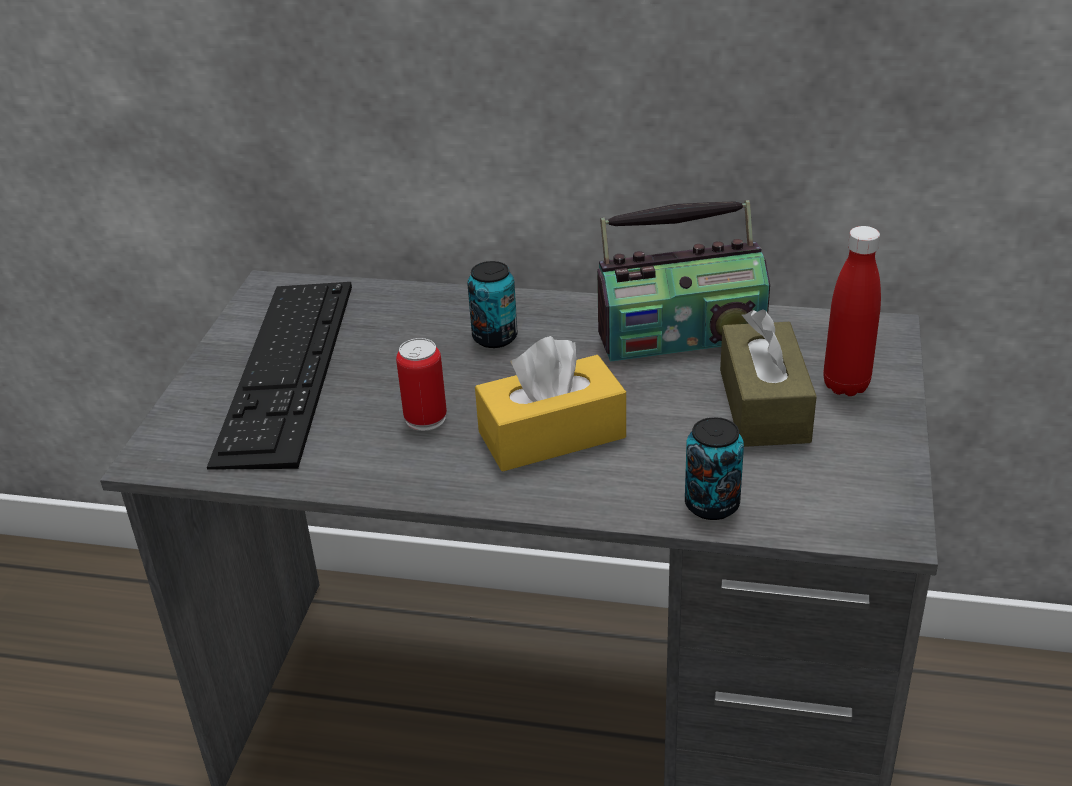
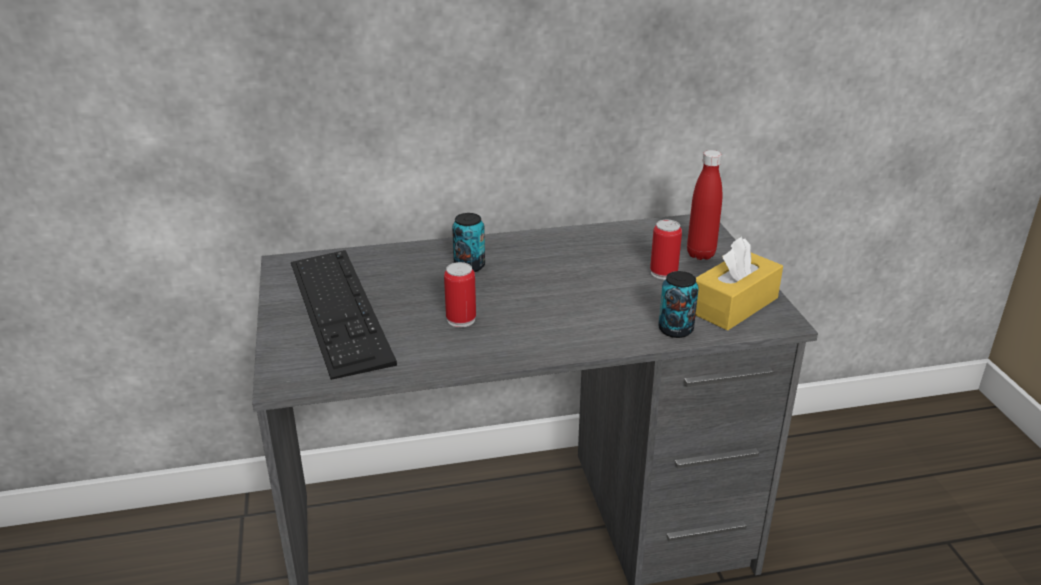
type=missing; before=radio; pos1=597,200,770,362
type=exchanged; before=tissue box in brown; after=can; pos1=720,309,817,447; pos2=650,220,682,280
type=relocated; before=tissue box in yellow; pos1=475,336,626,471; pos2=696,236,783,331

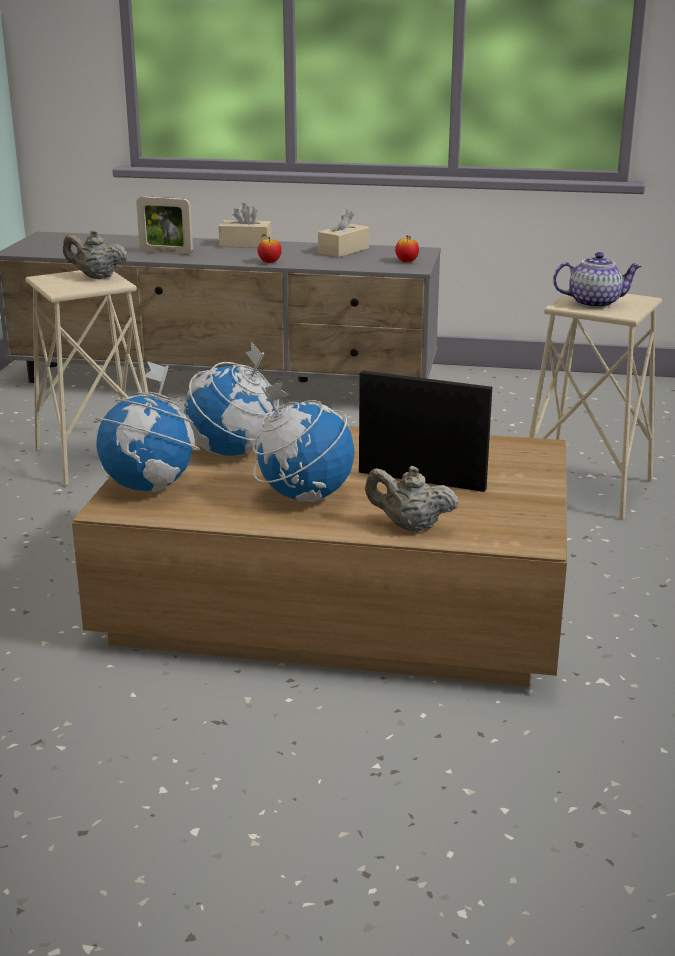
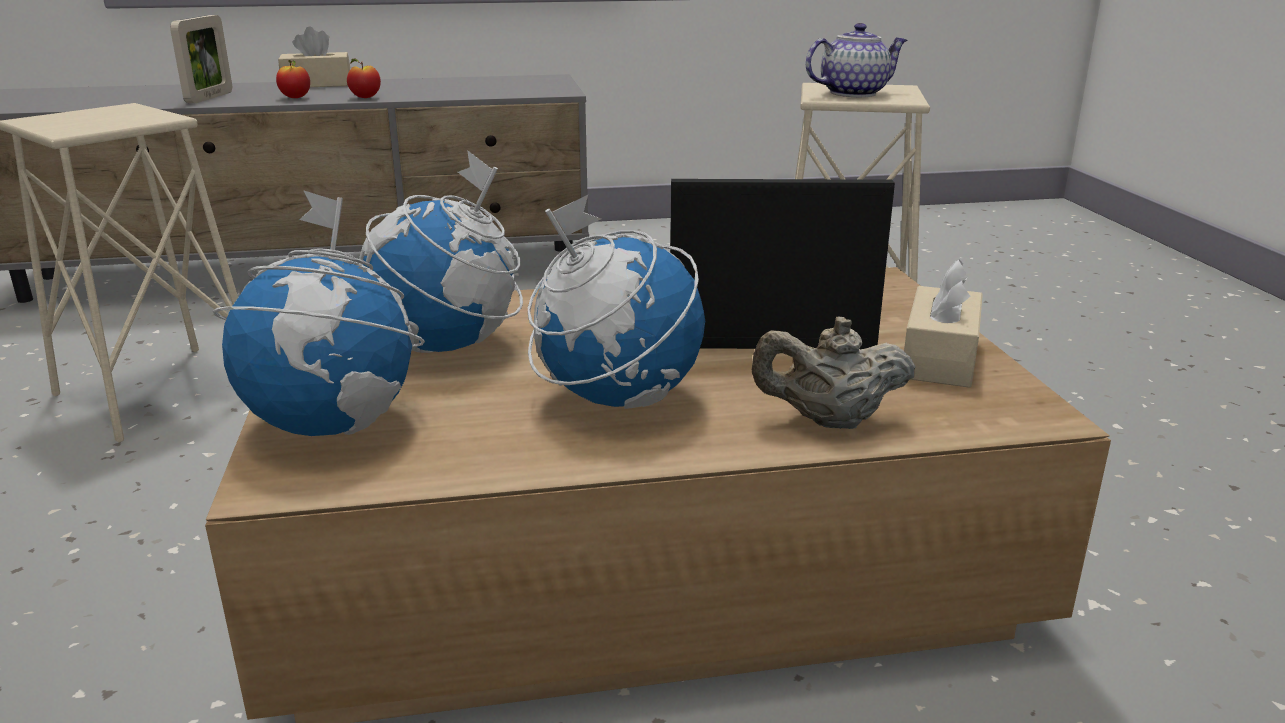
type=spun; before=picture frame; pos1=136,196,193,255; pos2=170,15,232,103; turn=-75
type=relocated; before=tissue box in beige; pos1=318,208,369,258; pos2=904,259,983,388
type=missing; before=teapot in beige; pos1=63,230,128,279
type=relocated; before=apple; pos1=395,236,419,262; pos2=276,60,310,98

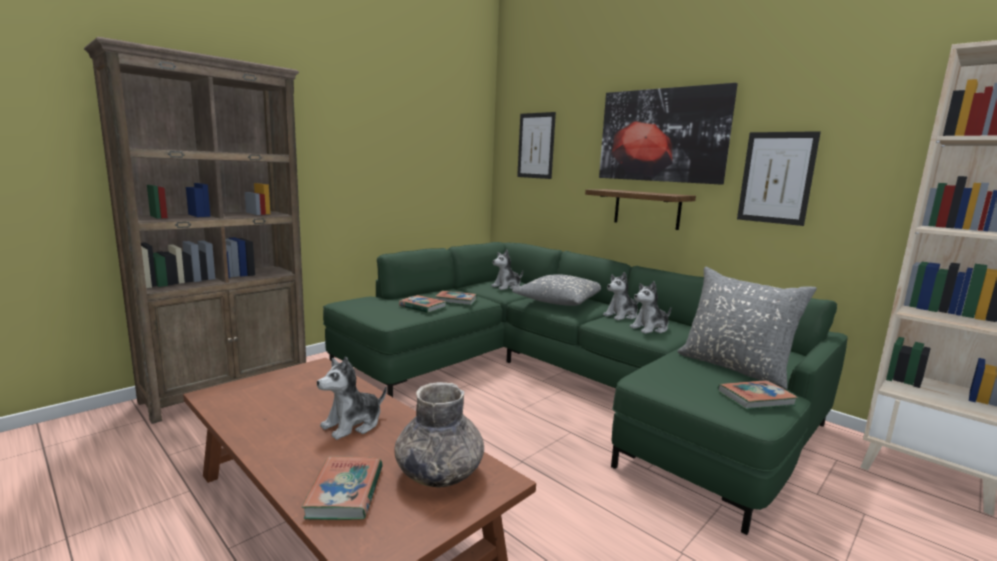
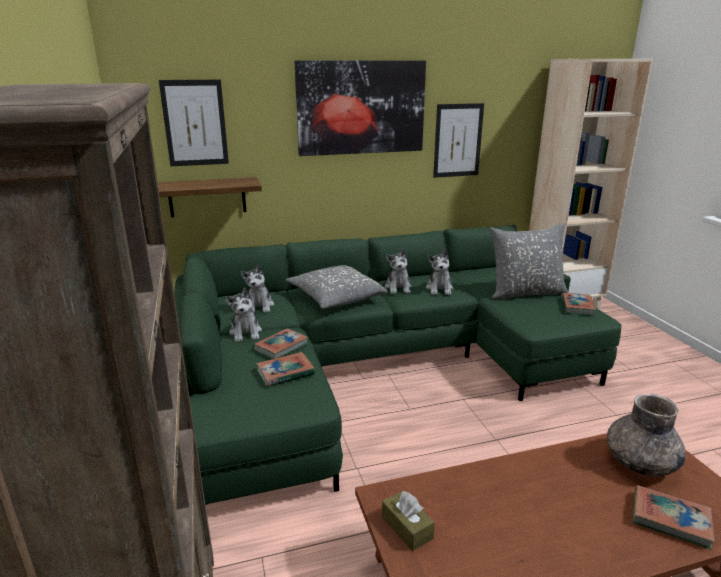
type=relocated; before=shelf; pos1=585,189,696,230; pos2=158,177,262,217
type=relocated; before=plush toy; pos1=317,357,387,440; pos2=225,288,262,342
type=appeared; after=tissue box in brown; pos2=382,490,435,551

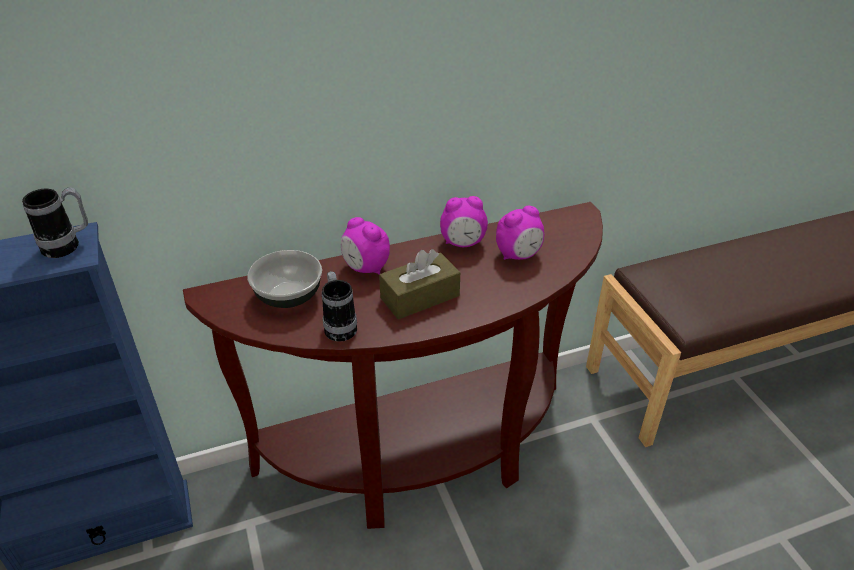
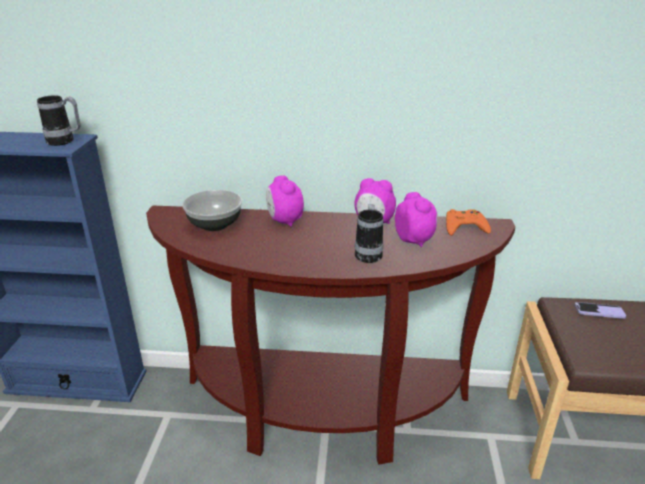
type=spun; before=alarm clock; pos1=496,206,544,260; pos2=395,192,438,247; turn=-105
type=missing; before=tissue box in brown; pos1=379,249,460,319
type=relocated; before=mug; pos1=322,271,357,342; pos2=355,204,383,263
type=appeared; after=game controller in orange; pos2=446,209,491,236
type=appeared; after=phone; pos2=575,302,626,319

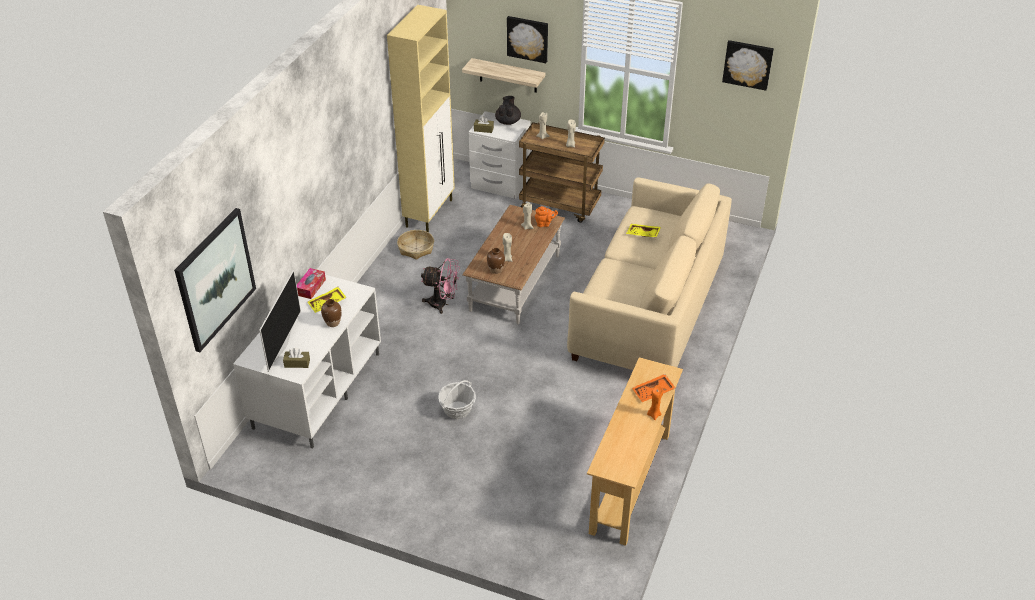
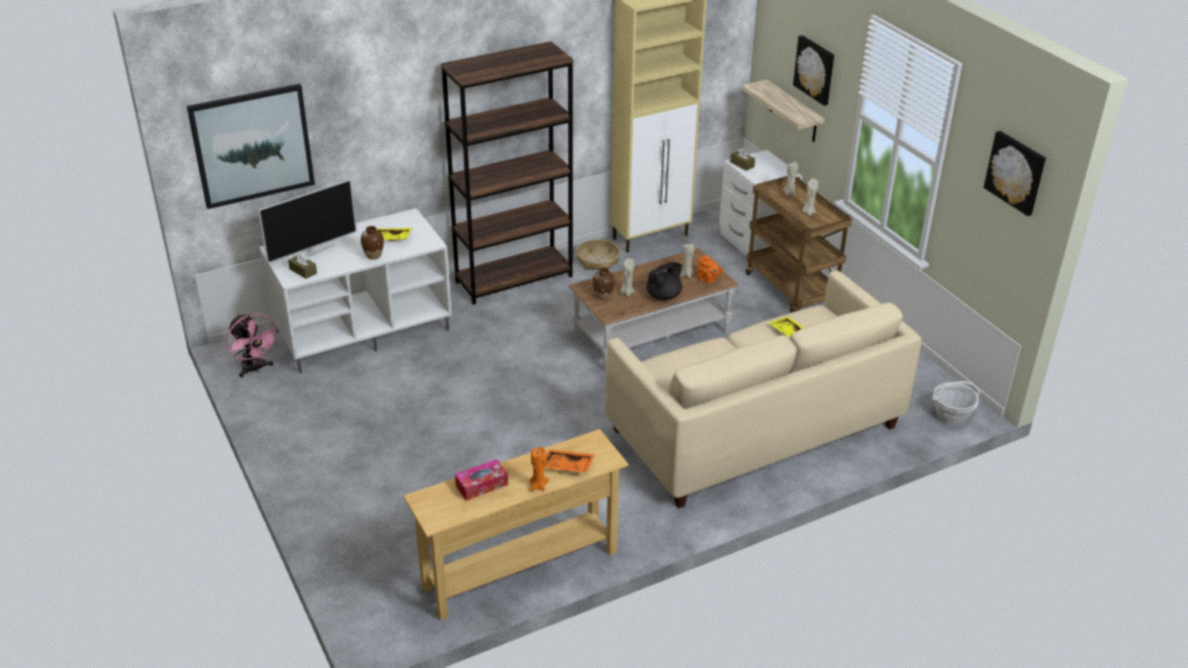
type=relocated; before=teapot in black; pos1=495,96,521,125; pos2=646,262,682,300
type=relocated; before=fan in pink; pos1=421,258,460,314; pos2=226,313,280,378
type=relocated; before=tissue box; pos1=297,268,326,299; pos2=455,459,508,501
type=relocated; before=basket; pos1=438,380,476,419; pos2=932,381,981,425
type=appeared; after=bookcase in brown; pos2=441,41,574,305

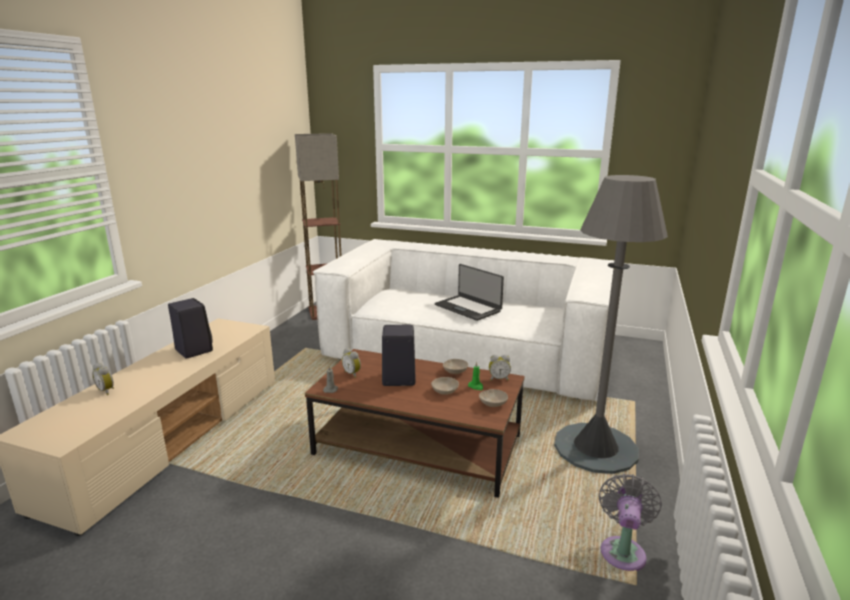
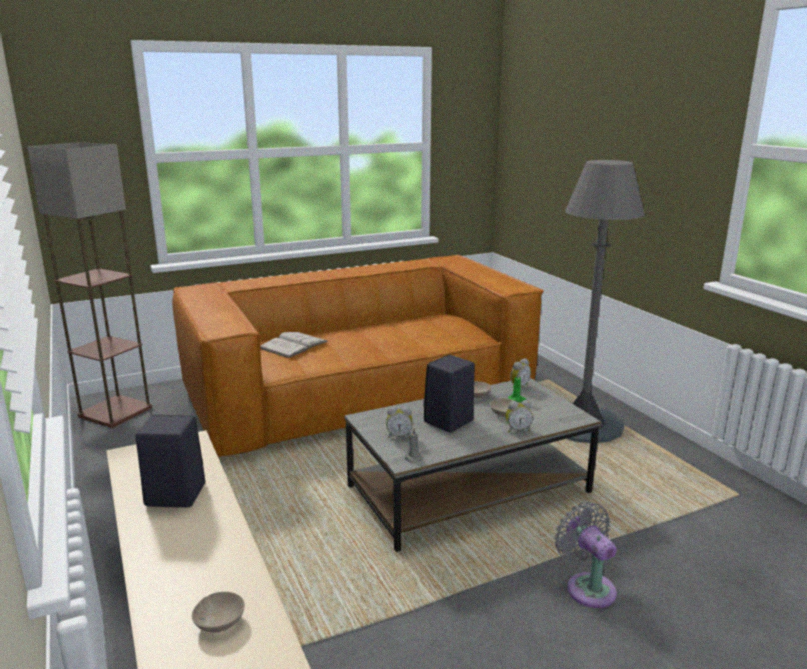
type=colour; before=sofa in white; after=sofa in brown; pos1=313,239,614,401; pos2=172,255,544,457
type=missing; before=laptop; pos1=435,264,504,321
type=colour; before=coffee table in brown; after=coffee table in grey; pos1=305,349,525,498; pos2=344,378,601,552
type=relocated; before=alarm clock; pos1=92,363,114,395; pos2=506,400,533,432
type=relocated; before=bowl in beige; pos1=479,389,508,407; pos2=192,592,245,633
type=relocated; before=fan in grey; pos1=599,474,662,571; pos2=555,502,617,608
type=appeared; after=book in white; pos2=260,332,328,358

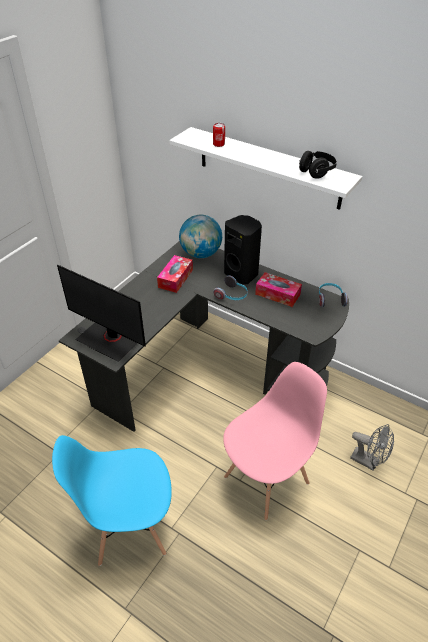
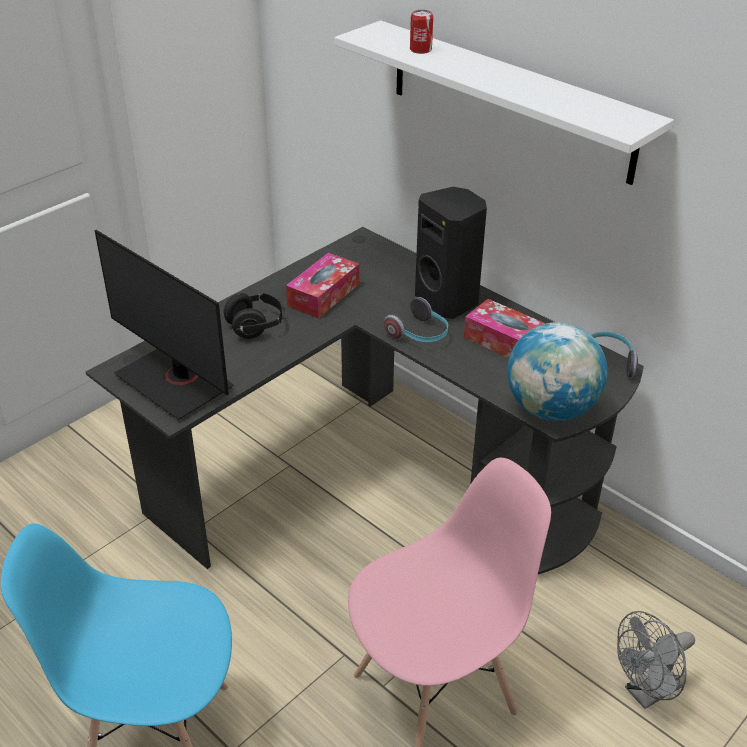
type=relocated; before=headphones in black; pos1=299,151,337,179; pos2=224,293,285,339
type=relocated; before=globe; pos1=179,214,222,258; pos2=507,322,607,421
type=spun; before=fan in grey; pos1=350,424,394,470; pos2=617,611,695,709; turn=105

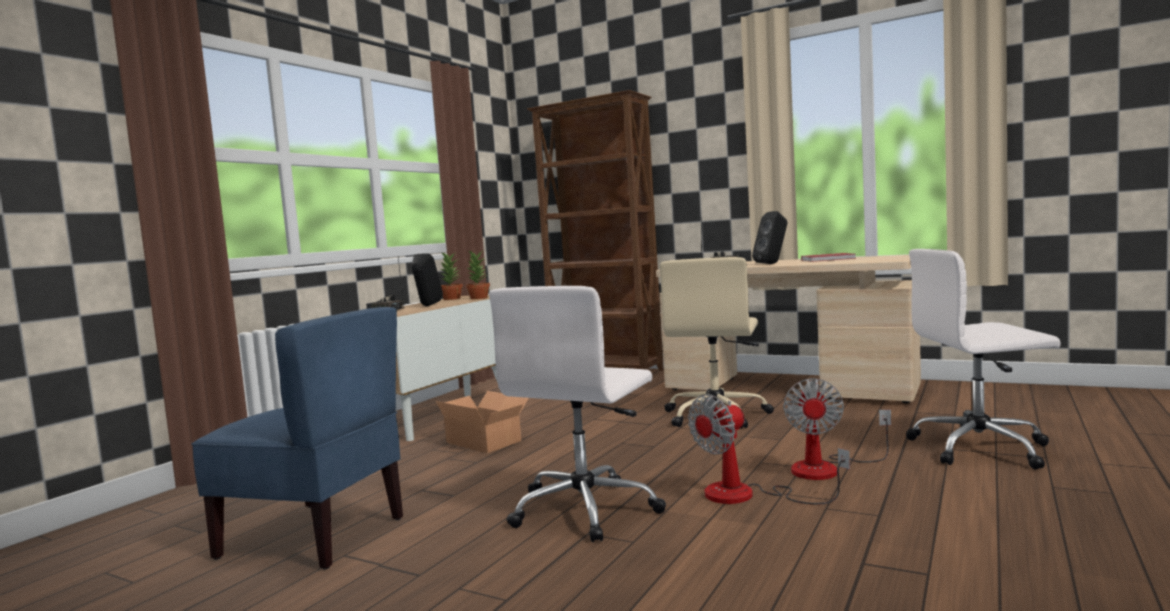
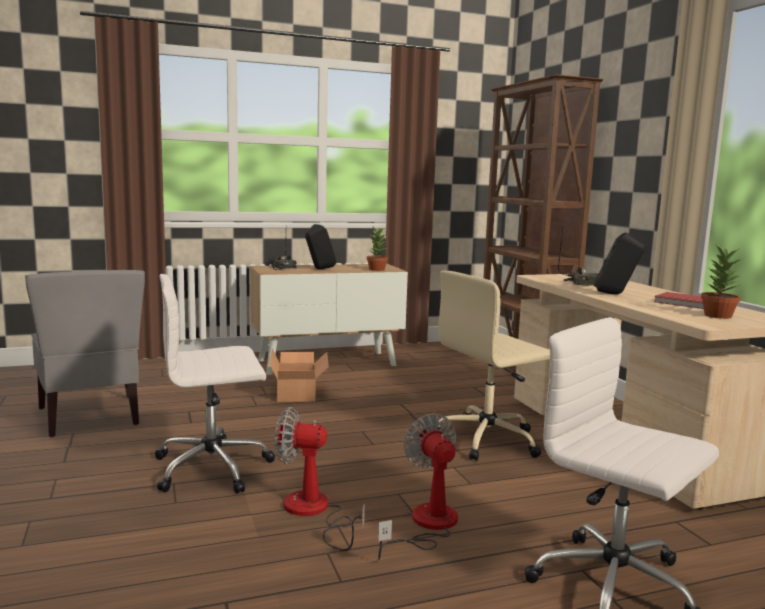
type=relocated; before=potted plant; pos1=439,251,463,300; pos2=701,244,744,319
type=colour; before=chair in blue; after=chair in grey; pos1=191,307,403,569; pos2=25,270,145,437
type=spun; before=fan; pos1=783,378,891,480; pos2=378,413,458,560; turn=105

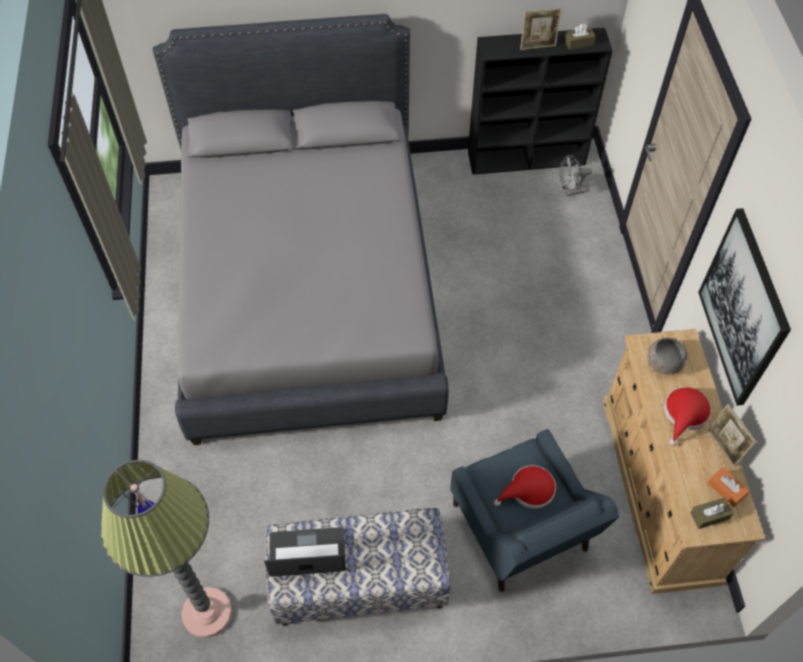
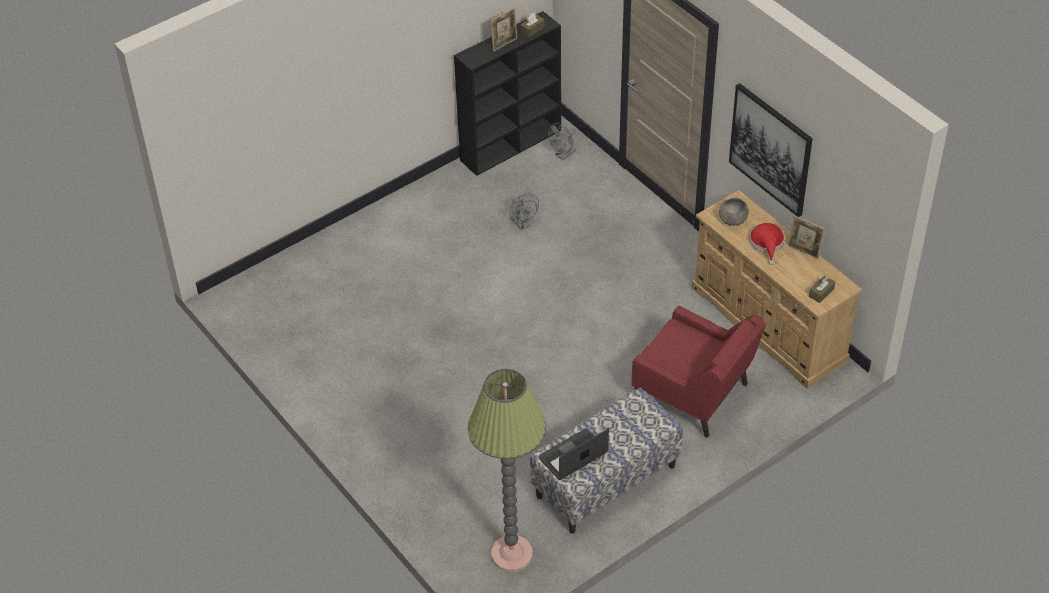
type=missing; before=bed in grey; pos1=153,14,449,445
type=colour; before=armchair in blue; after=armchair in red; pos1=450,429,619,592; pos2=631,306,765,437
type=missing; before=hat in red; pos1=494,465,556,509
type=missing; before=tissue box in orange; pos1=708,467,749,507
type=appeared; after=fan in grey; pos2=510,193,539,230

